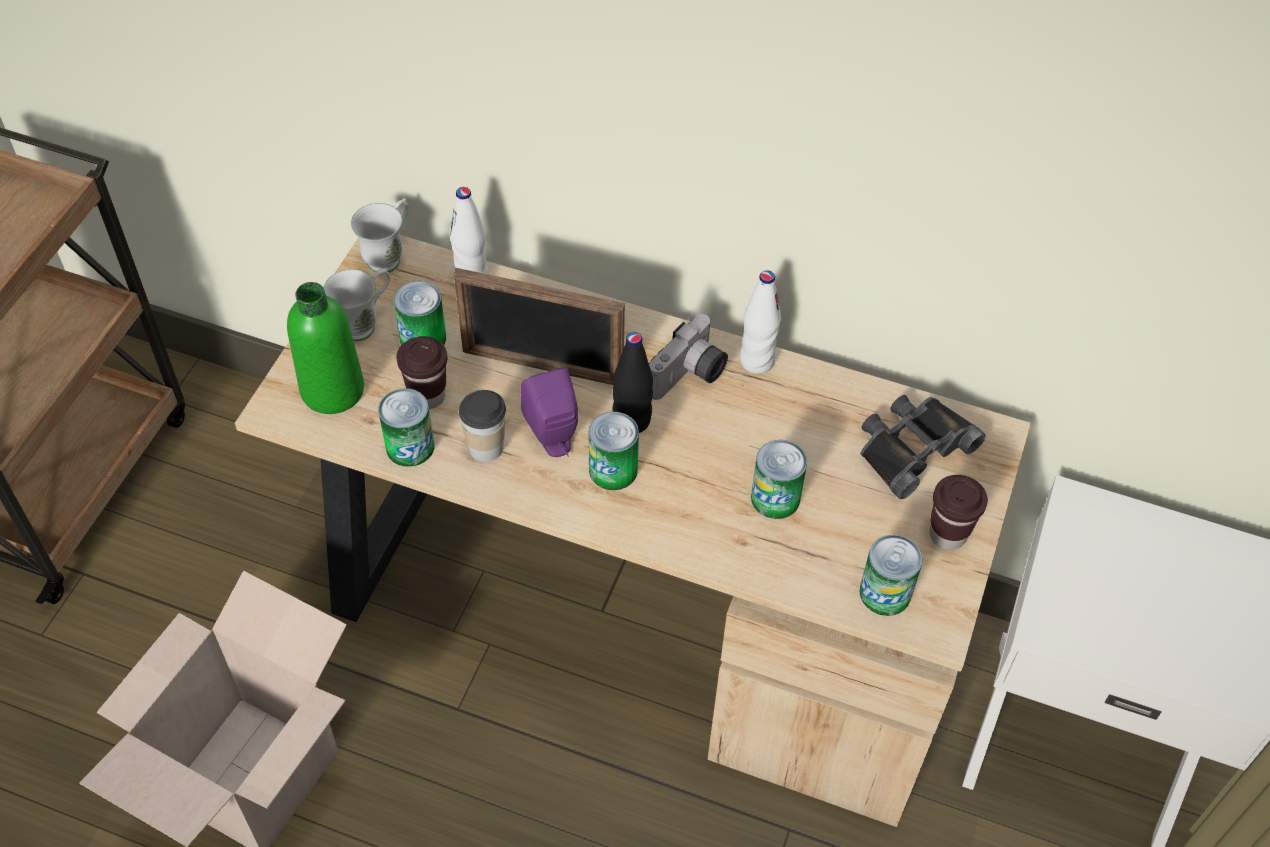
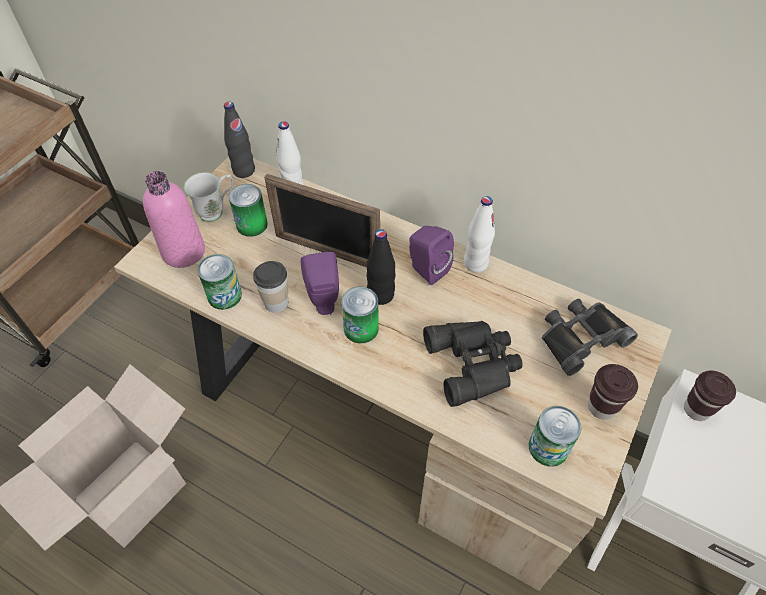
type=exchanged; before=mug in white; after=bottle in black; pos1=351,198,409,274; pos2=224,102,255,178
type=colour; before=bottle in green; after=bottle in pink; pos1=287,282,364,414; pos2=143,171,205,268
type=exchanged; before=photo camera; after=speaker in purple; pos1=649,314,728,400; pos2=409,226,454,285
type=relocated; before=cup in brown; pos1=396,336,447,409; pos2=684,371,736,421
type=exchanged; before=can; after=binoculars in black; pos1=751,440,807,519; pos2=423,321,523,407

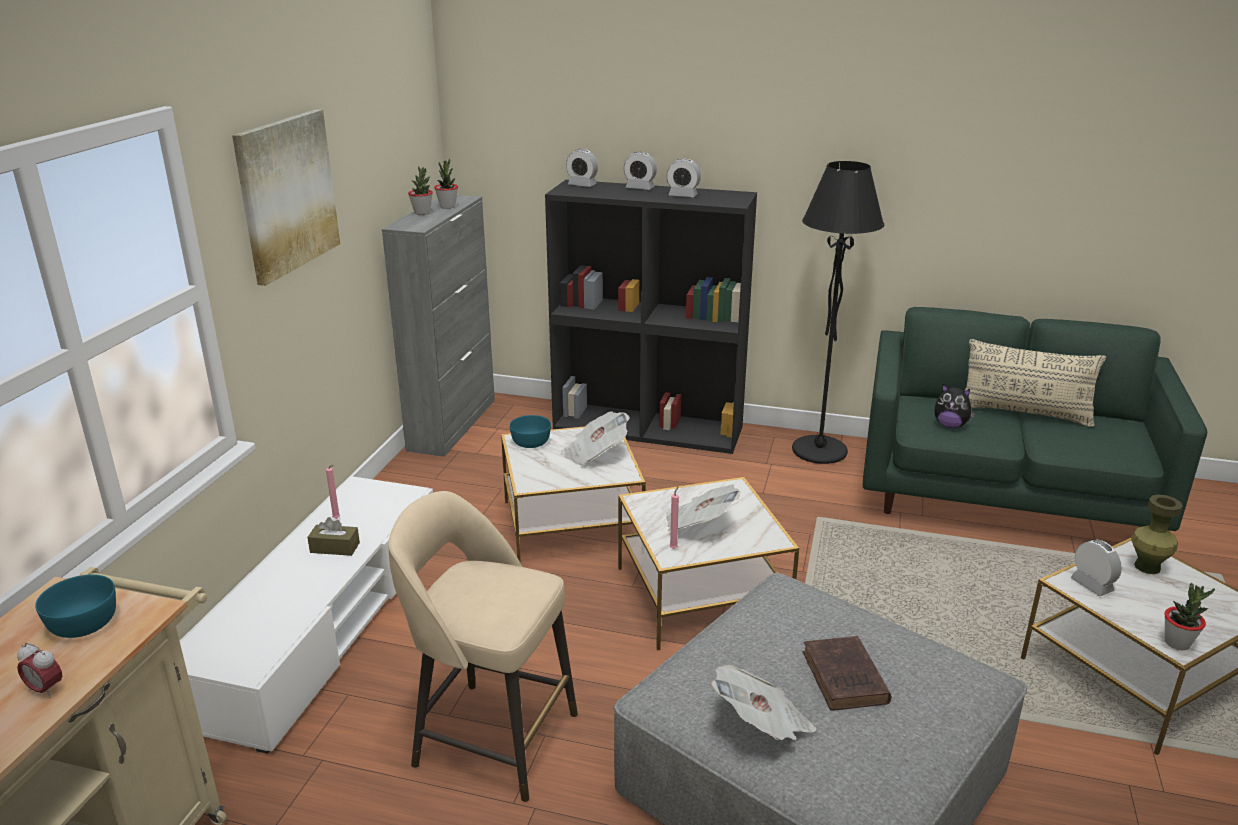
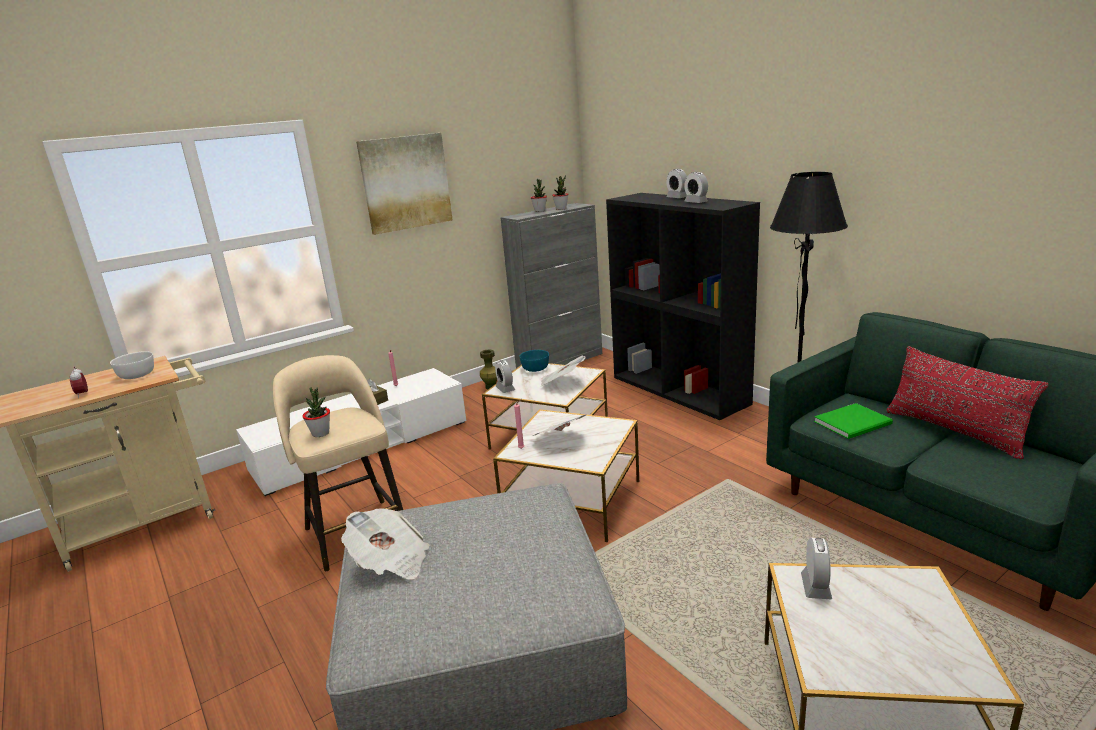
type=relocated; before=alarm clock; pos1=566,149,598,187; pos2=495,360,515,393
type=colour; before=pillow in beige; after=pillow in red; pos1=965,339,1106,427; pos2=886,346,1049,459
type=exchanged; before=plush toy; after=book in green; pos1=934,384,976,428; pos2=814,403,893,439
type=relocated; before=vase in green; pos1=1131,494,1183,574; pos2=480,349,497,389
type=colour; before=bowl in turquoise; after=bowl in white; pos1=35,574,116,638; pos2=110,351,154,379
type=relocated; before=potted plant; pos1=1164,583,1215,650; pos2=302,387,330,437
type=missing; before=book in brown; pos1=803,636,891,711

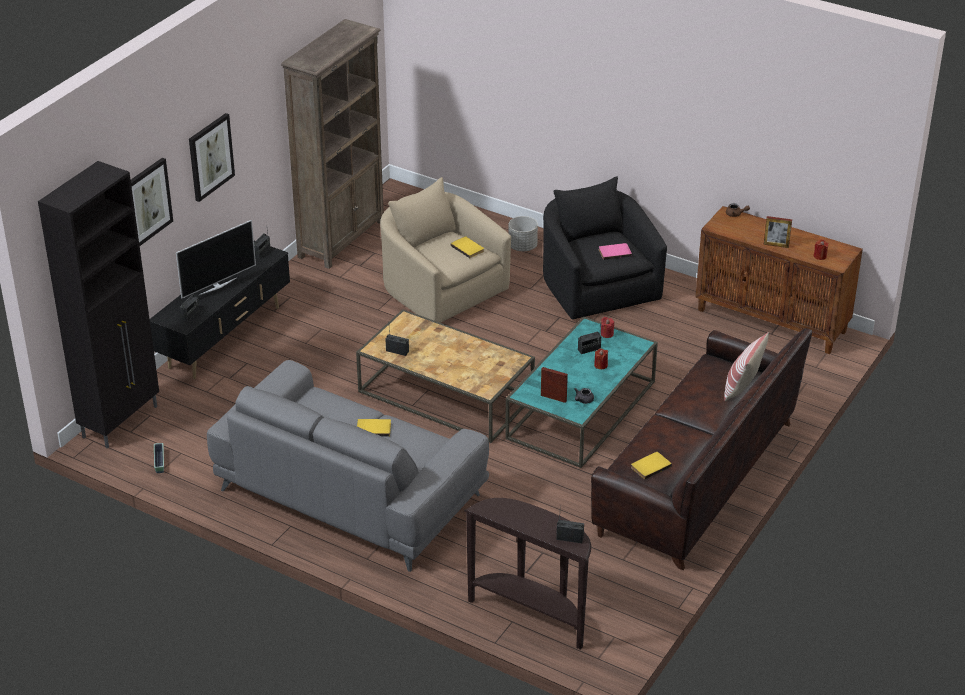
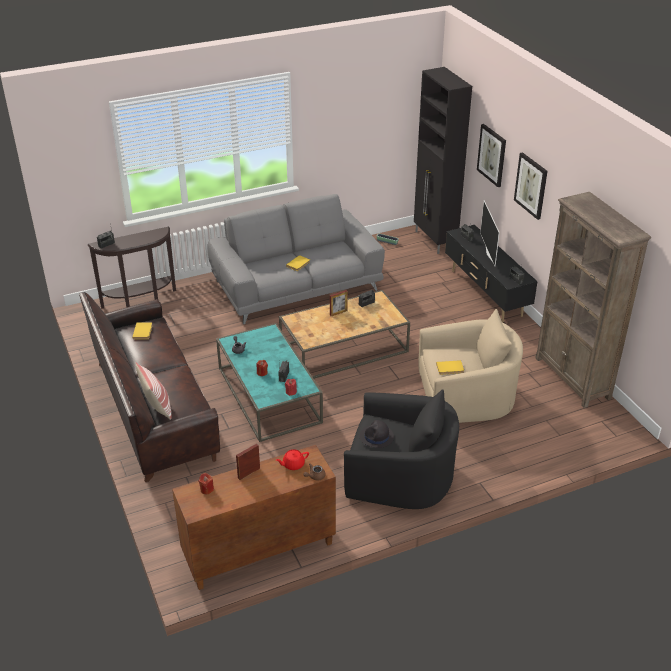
type=missing; before=planter in grey; pos1=508,216,538,251
type=exchanged; before=book in pink; after=hat in black; pos1=599,243,632,260; pos2=360,420,394,448
type=relocated; before=picture frame; pos1=541,367,568,403; pos2=330,290,348,316
type=appeared; after=teapot in red; pos2=276,449,309,470

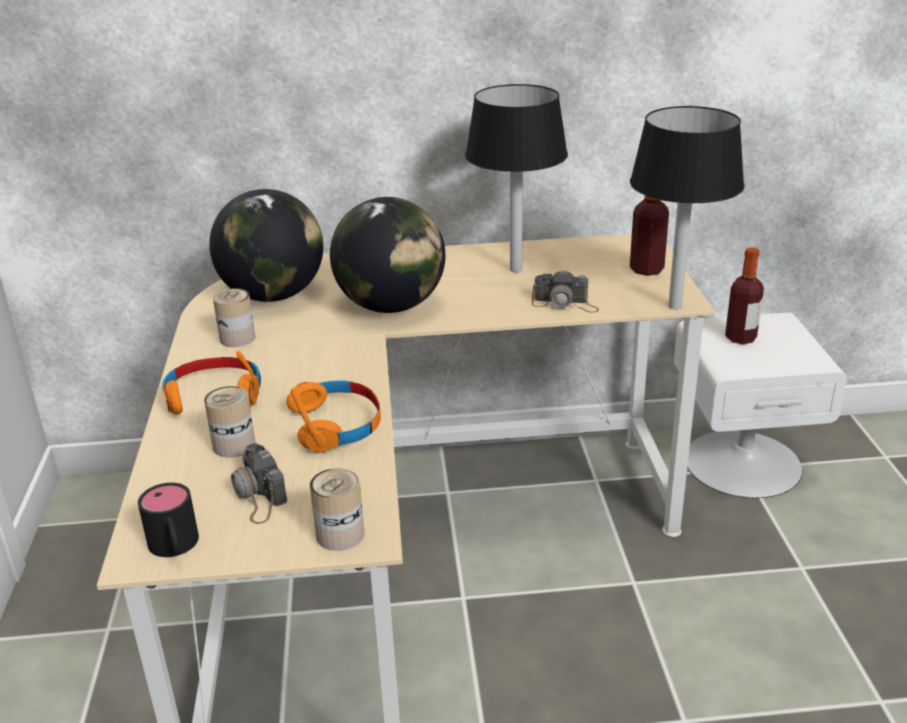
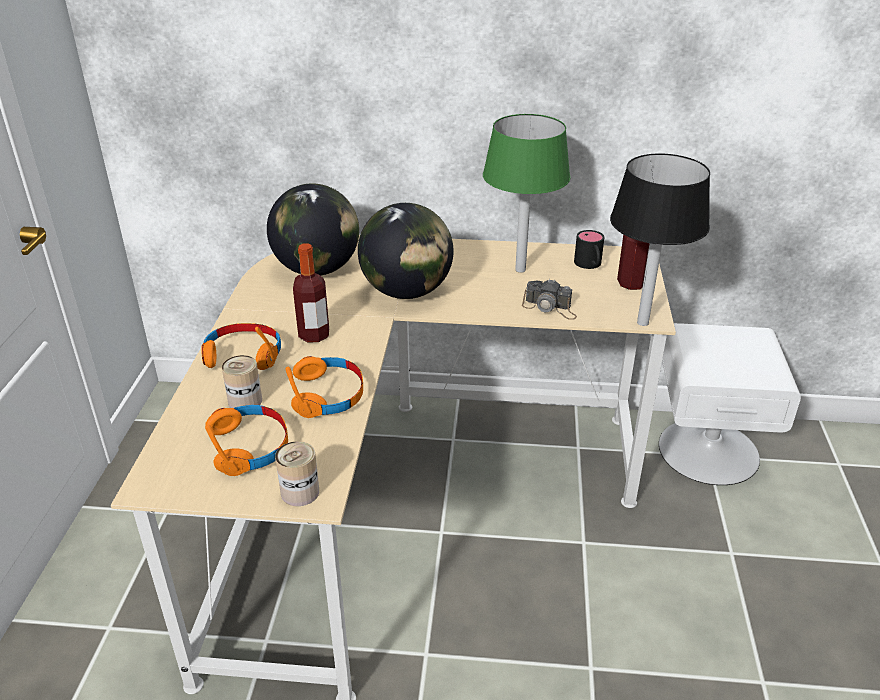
type=colour; before=table lamp in black; after=table lamp in green; pos1=465,84,568,272; pos2=483,114,571,273
type=relocated; before=bottle; pos1=725,247,764,344; pos2=293,243,329,343
type=missing; before=can; pos1=213,288,256,347
type=exchanged; before=photo camera; after=headphones in orange; pos1=231,443,287,524; pos2=205,405,288,476
type=relocated; before=mug in black; pos1=138,483,199,557; pos2=574,230,605,269

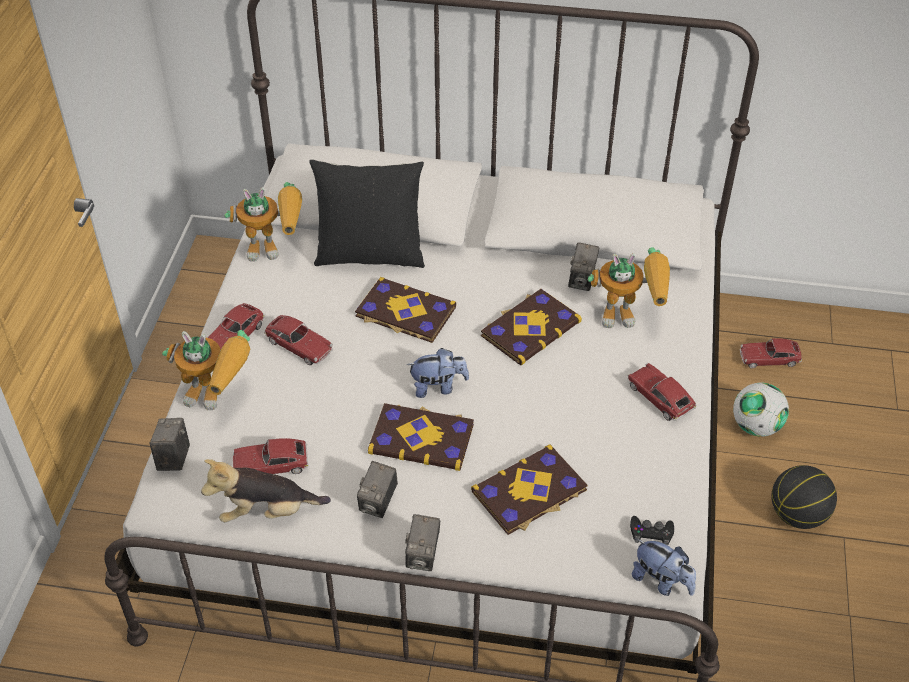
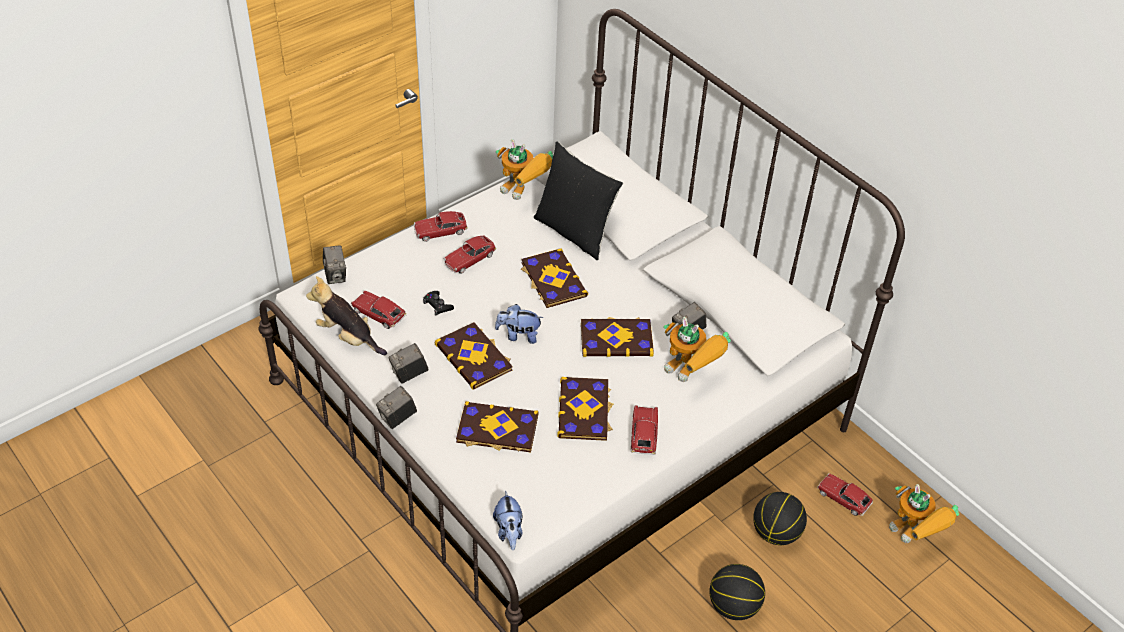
type=spun; before=toy car; pos1=264,315,333,365; pos2=443,235,496,274; turn=60
type=relocated; before=toy robot; pos1=162,330,250,410; pos2=889,484,959,543
type=spun; before=plush toy; pos1=407,348,469,398; pos2=495,304,543,344; turn=150
type=exchanged; before=football; after=basketball; pos1=733,382,789,437; pos2=753,492,807,545
type=spun; before=photo camera; pos1=150,418,190,471; pos2=323,245,346,284; turn=120
type=relocated; before=game controller in black; pos1=630,516,674,546; pos2=423,291,454,315
type=appeared; after=book; pos2=557,377,613,441

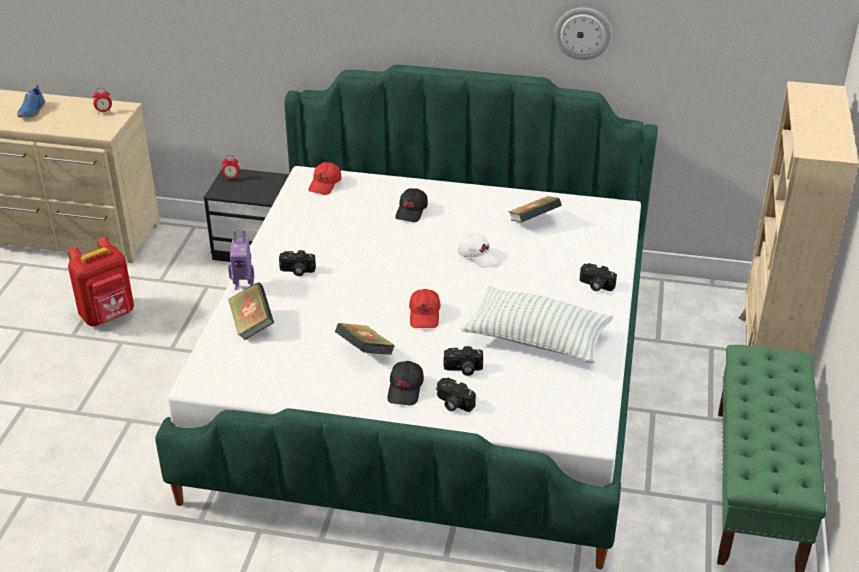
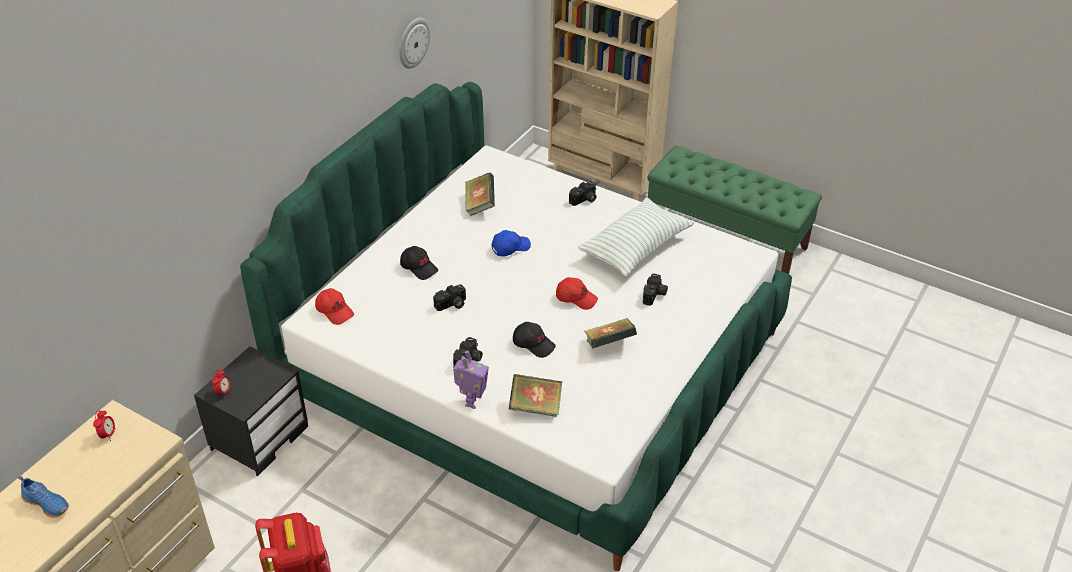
type=colour; before=cap in white; after=cap in blue; pos1=457,232,500,268; pos2=492,230,531,256
type=relocated; before=cap in black; pos1=387,361,424,405; pos2=513,322,556,358
type=relocated; before=photo camera; pos1=436,378,476,412; pos2=433,284,466,311

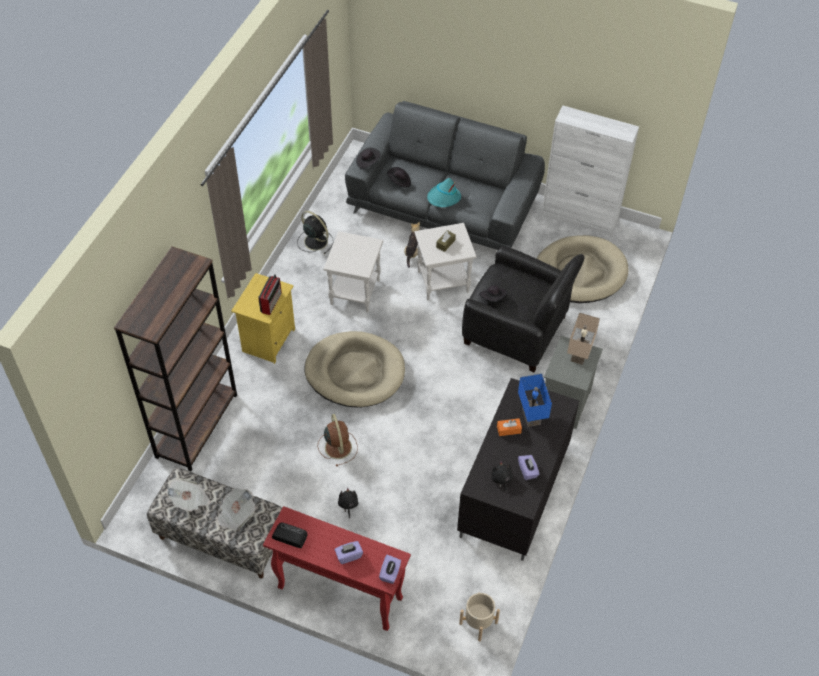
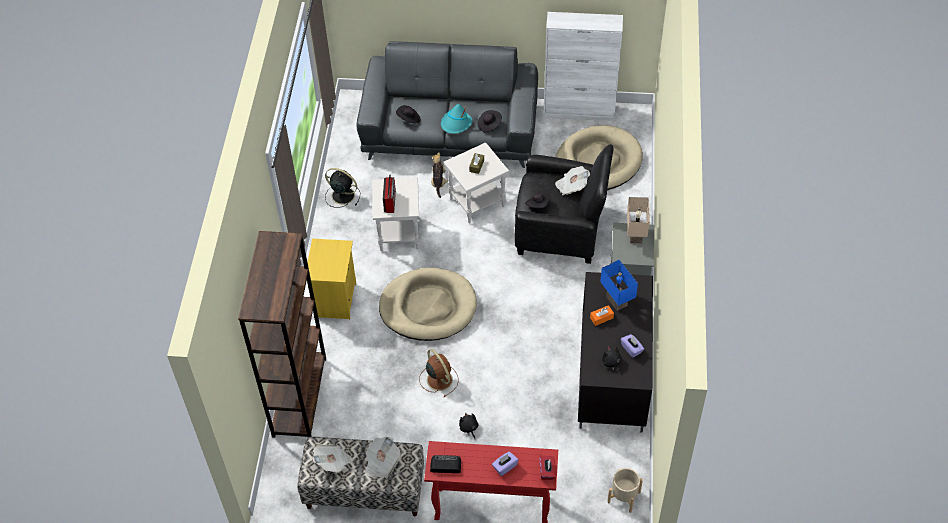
type=relocated; before=hat in black; pos1=356,148,381,169; pos2=478,110,502,133
type=relocated; before=radio; pos1=258,274,282,315; pos2=383,175,396,213
type=colour; before=tissue box in purple; after=tissue box in red; pos1=379,555,401,584; pos2=540,455,556,480
type=appeared; after=newspaper; pos2=555,166,590,195

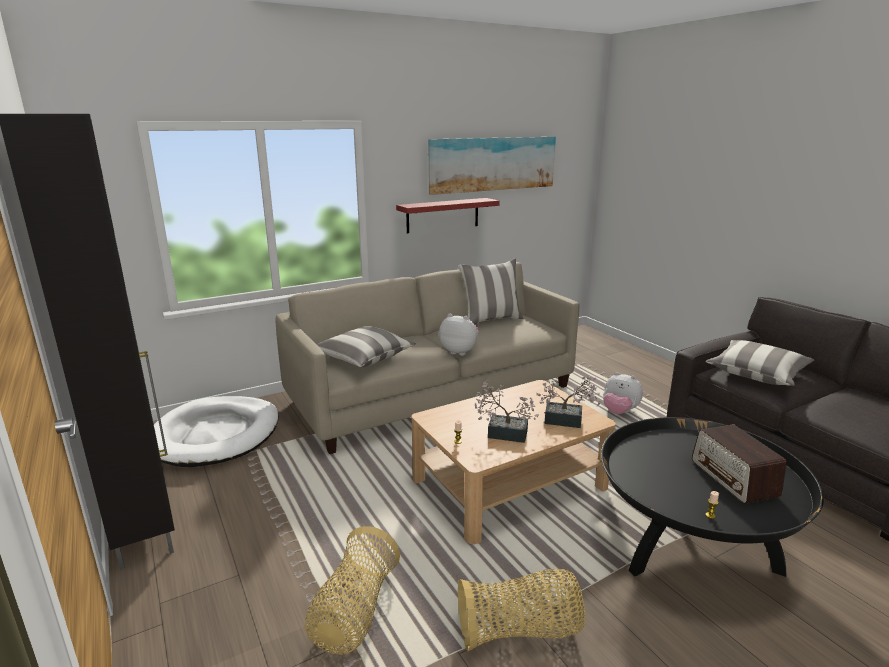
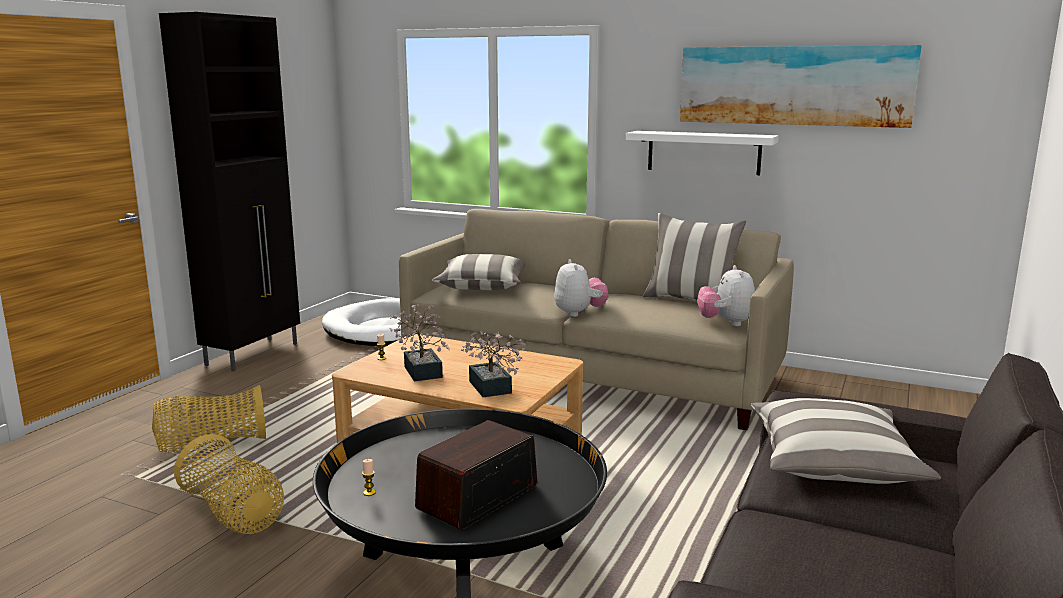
type=colour; before=shelf in red; after=shelf in white; pos1=396,198,500,233; pos2=626,131,779,175
type=relocated; before=plush toy; pos1=603,372,643,414; pos2=697,265,755,326

